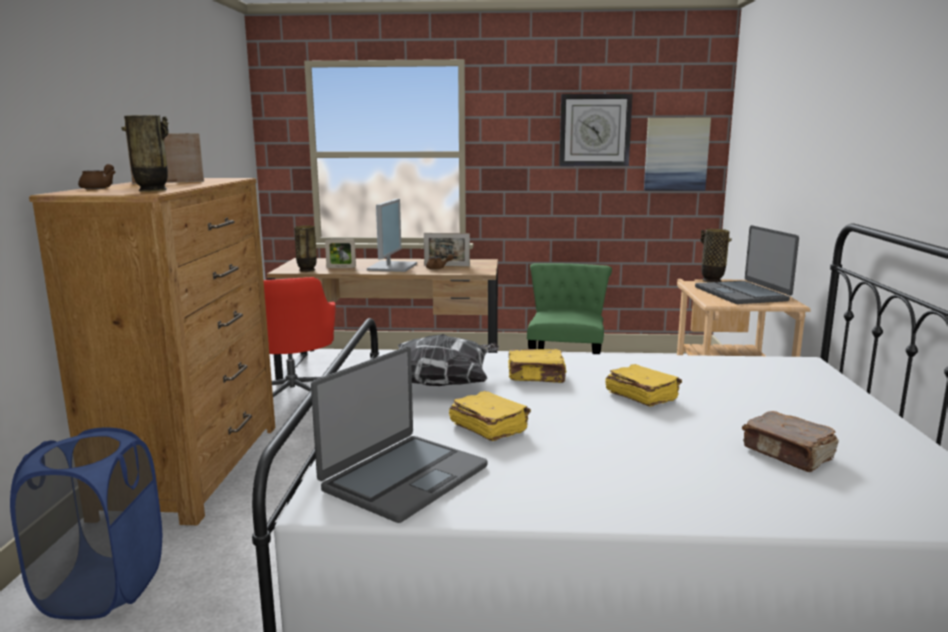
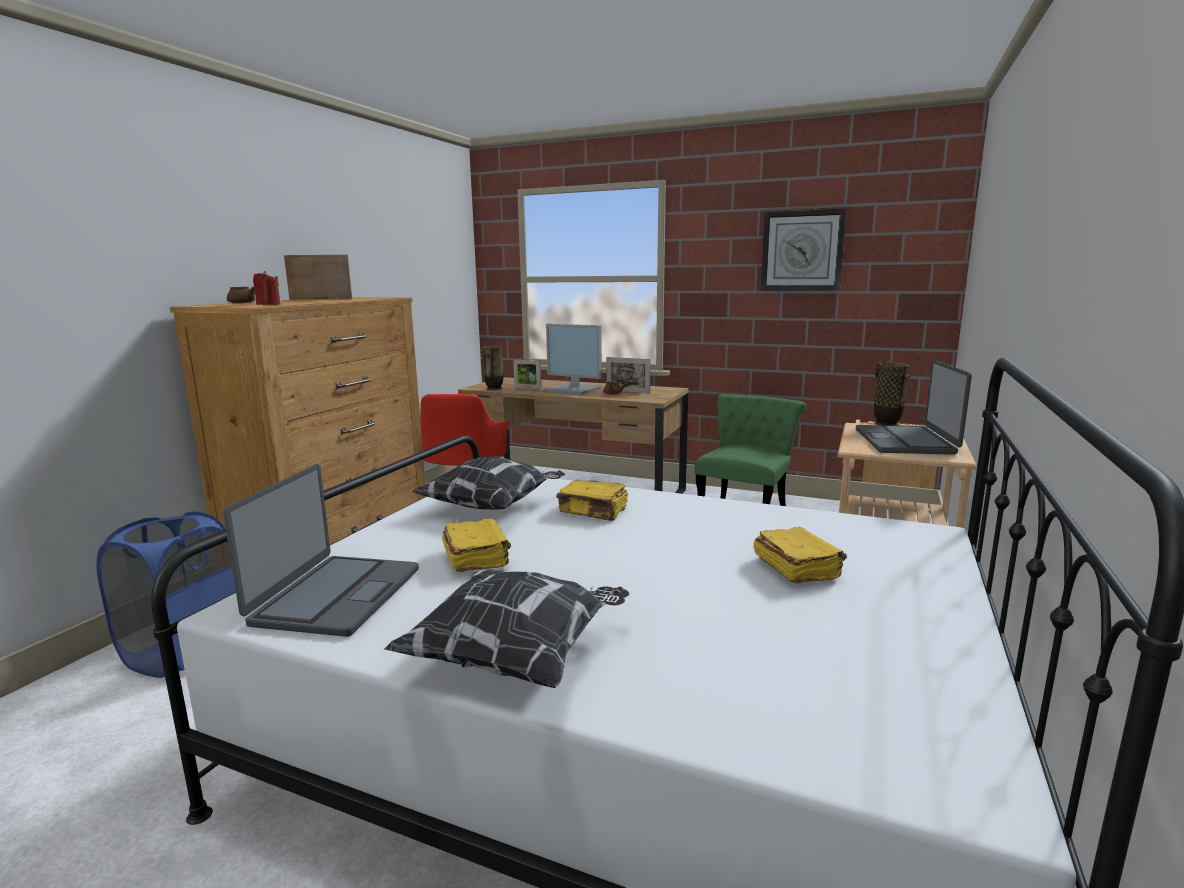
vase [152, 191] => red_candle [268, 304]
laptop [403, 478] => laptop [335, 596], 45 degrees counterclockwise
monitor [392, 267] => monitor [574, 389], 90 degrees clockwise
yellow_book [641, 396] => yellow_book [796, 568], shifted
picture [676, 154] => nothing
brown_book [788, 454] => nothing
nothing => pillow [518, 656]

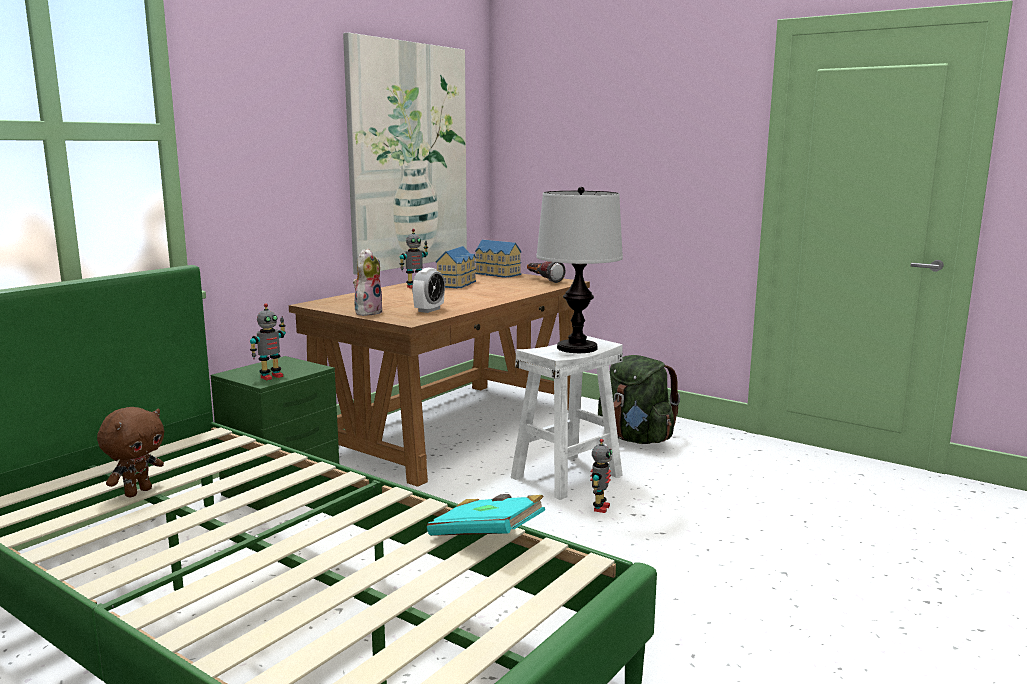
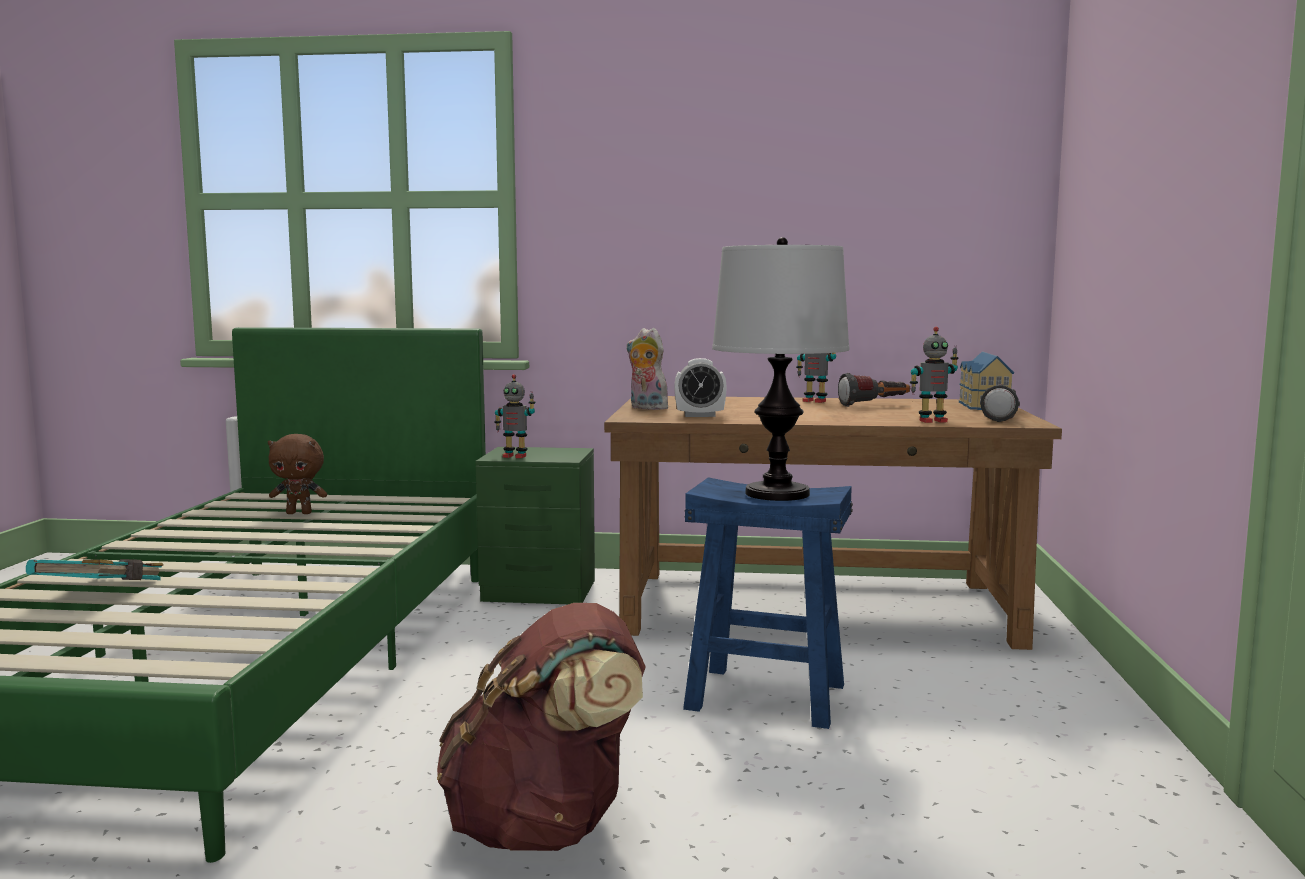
picture [409, 156] => nothing
plush_toy [367, 312] => plush_toy [646, 408], 135 degrees counterclockwise
turquoise_book [487, 536] => turquoise_book [102, 593], shifted
toy_house [458, 284] => flashlight [874, 405]
white_stool [567, 476] => blue_stool [765, 697]
toy_robot [600, 508] => toy_robot [932, 421], shifted
green_backpack [636, 439] => nothing
nothing => brown_backpack [546, 827]

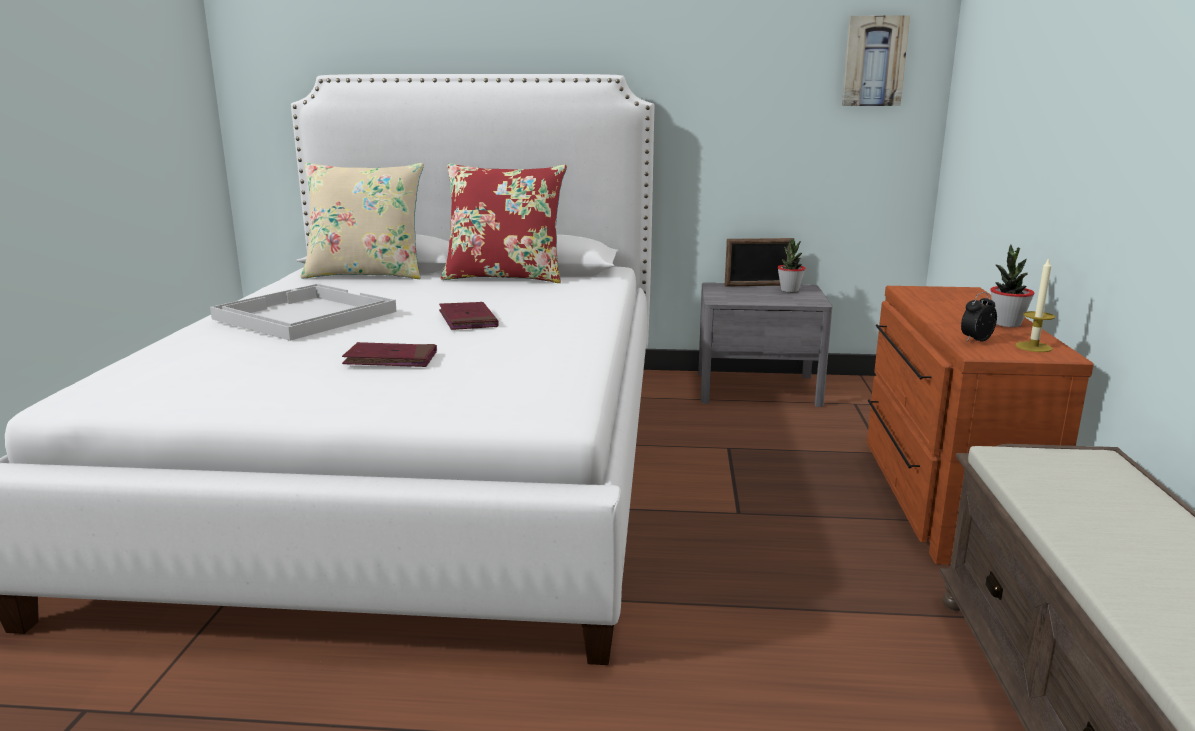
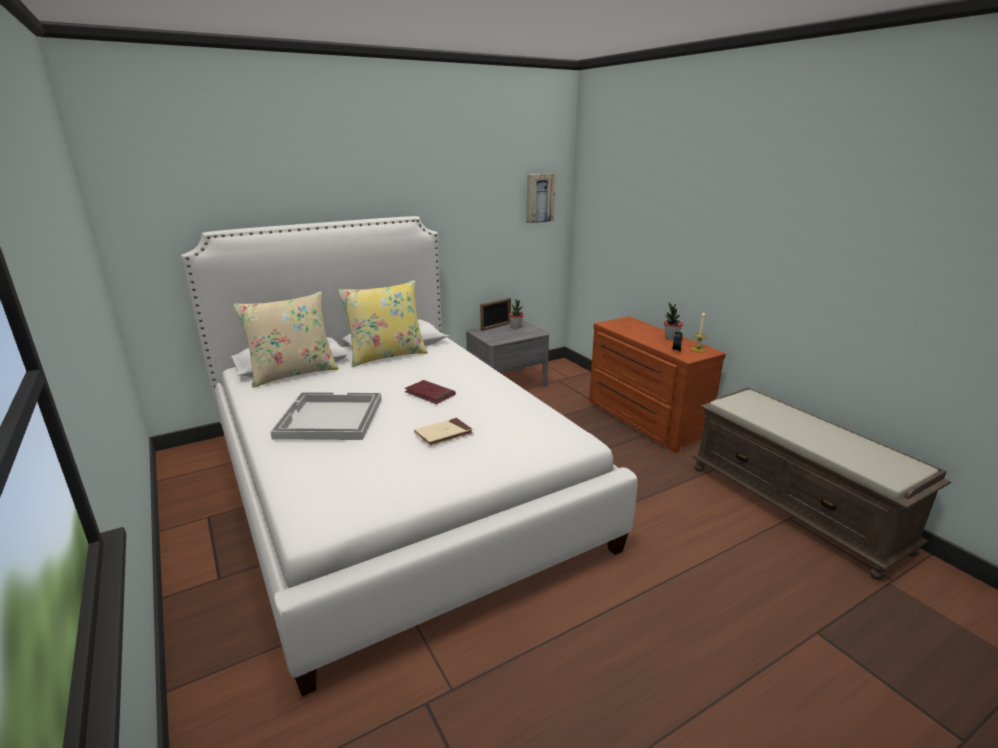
red_book [391, 359] => beige_book [443, 434]
red_pillow [505, 277] => yellow_pillow [387, 355]

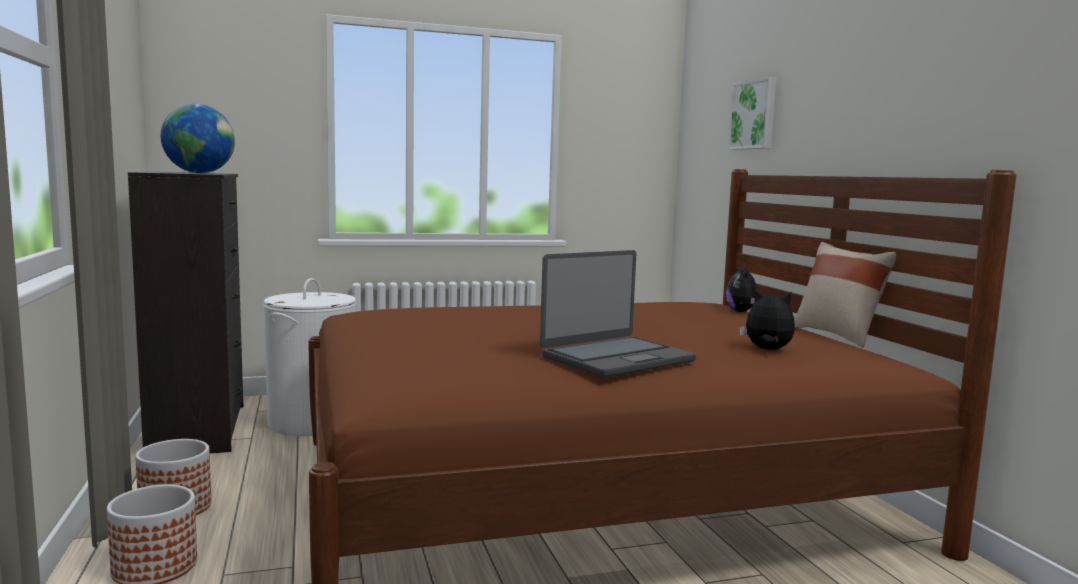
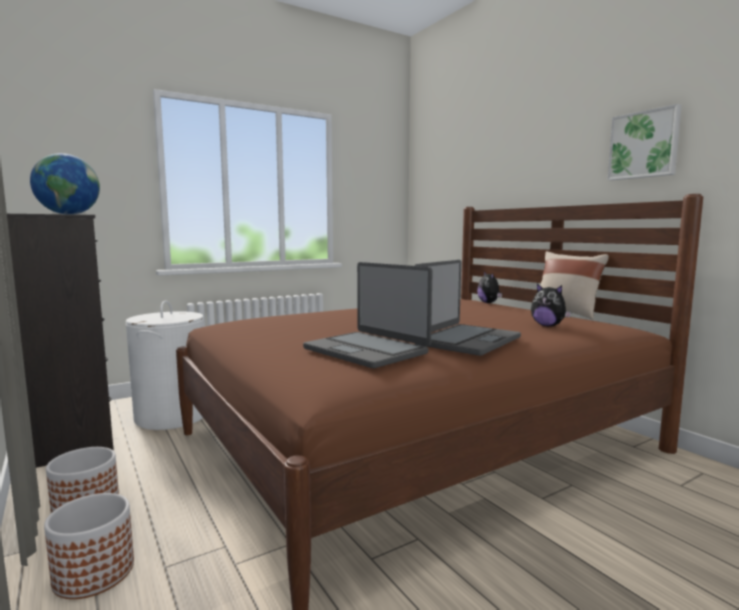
picture [754, 115] => picture [644, 145], shifted
plush_toy [767, 350] => plush_toy [548, 326], 150 degrees counterclockwise
nothing => laptop [366, 350]

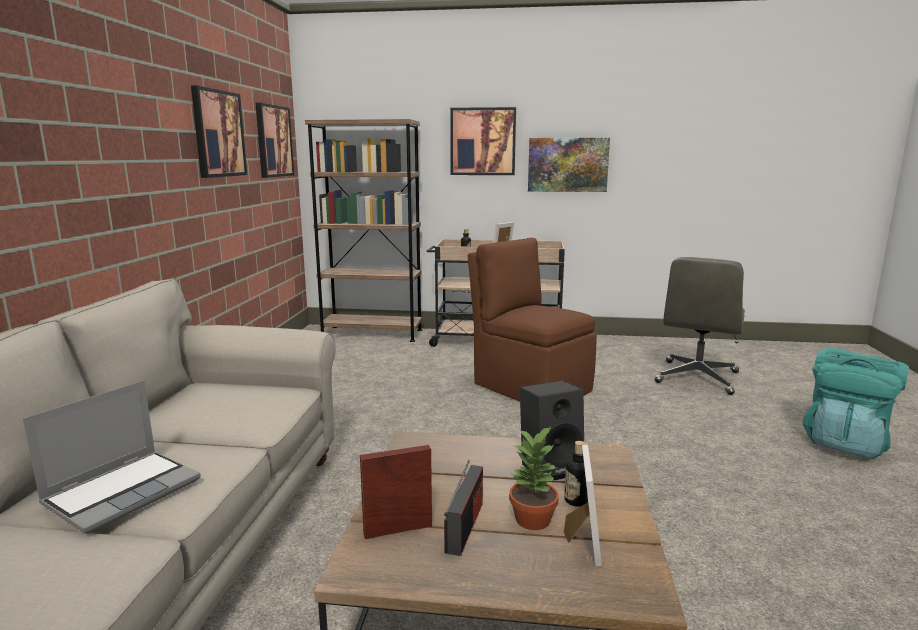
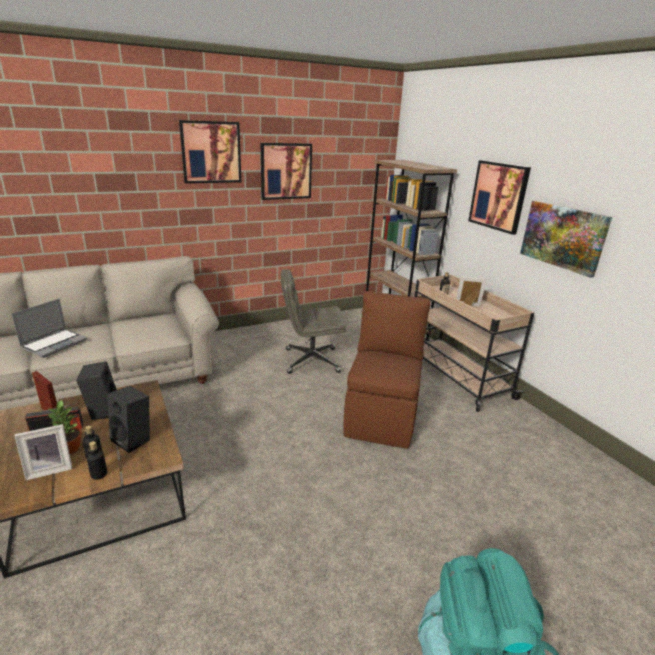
laptop [124, 491] => laptop [55, 344], 60 degrees counterclockwise
picture [273, 141] => picture [211, 152], shifted
grey_office_chair [697, 378] => grey_office_chair [311, 361], shifted
nothing => black_speaker [102, 410]
nothing => bottle [99, 474]

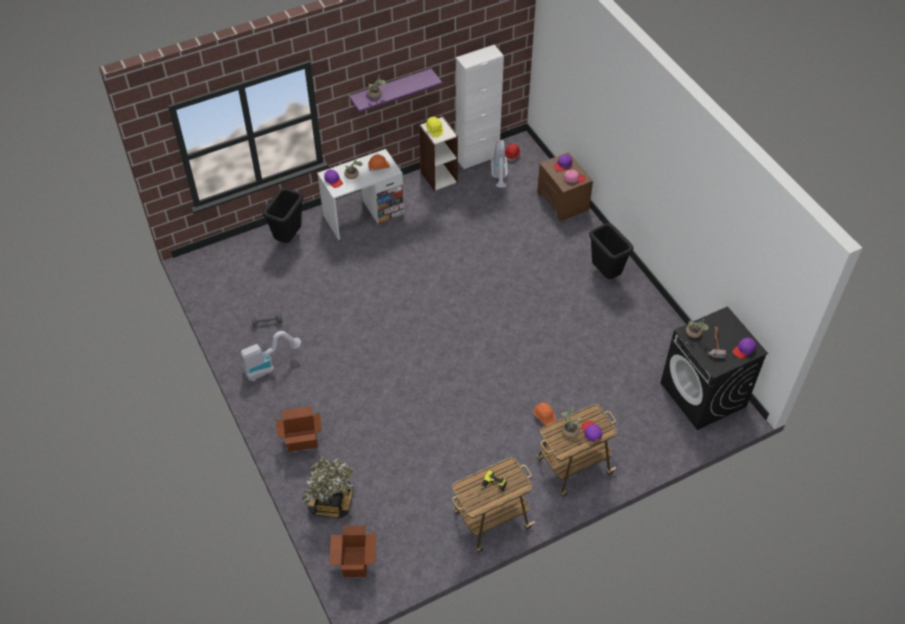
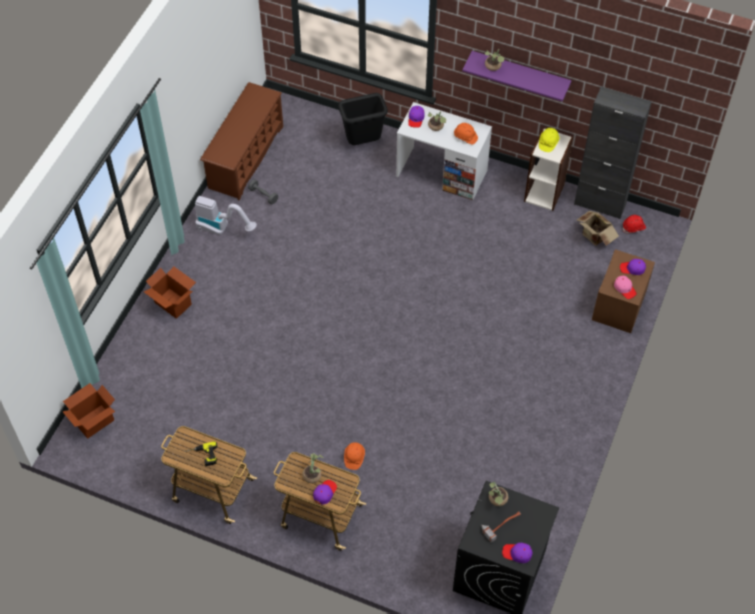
potted_plant [331, 501] => nothing
white_cabinet [477, 157] => black_cabinet [600, 204]
vacuum_cleaner [499, 177] => cardboard_box [594, 237]
black_trash_can [605, 274] => nothing
nothing => brown_shoe_rack [245, 157]

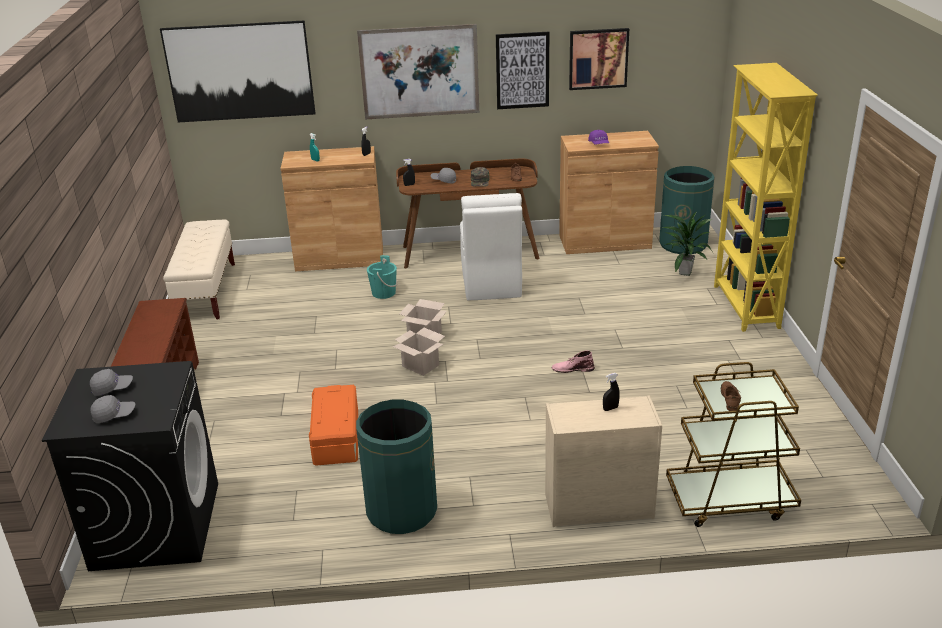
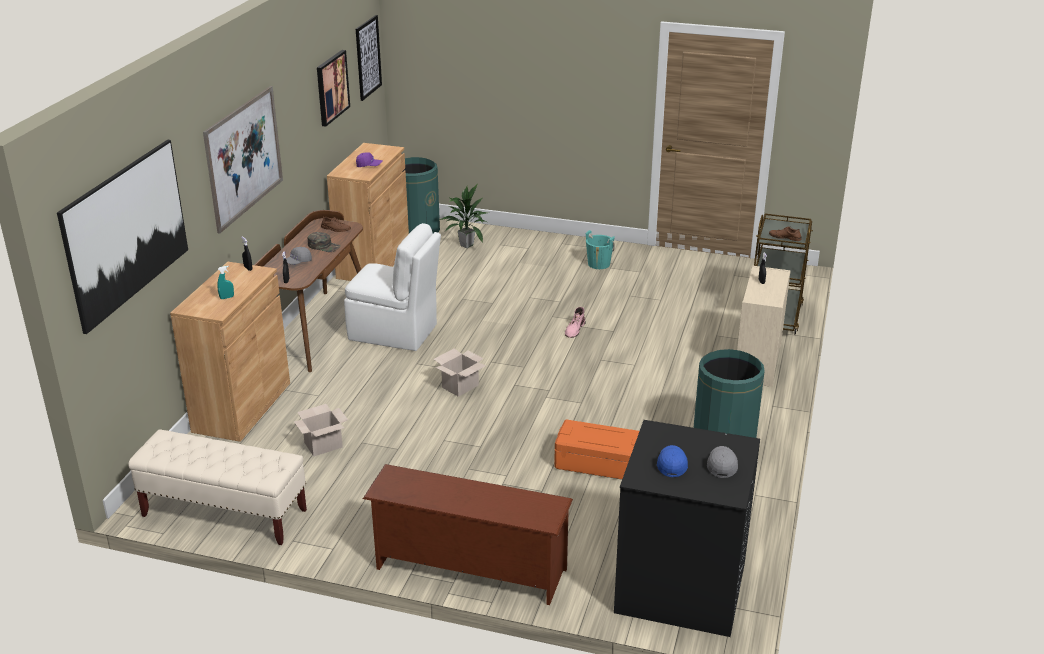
grey_cap [112, 388] => blue_cap [672, 465]
turquoise_bucket [383, 293] => turquoise_bucket [599, 264], shifted
cardboard_box [421, 366] => cardboard_box [324, 444], shifted
picture [522, 70] => picture [368, 57], shifted
yellow_bookcase [745, 307] => nothing

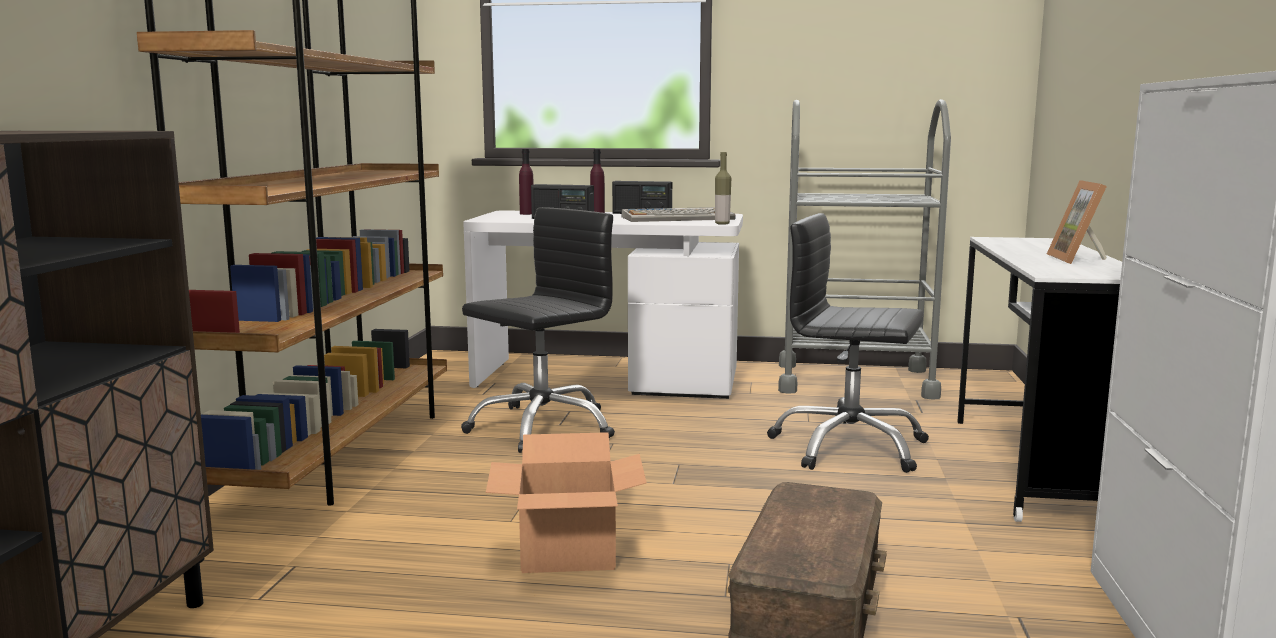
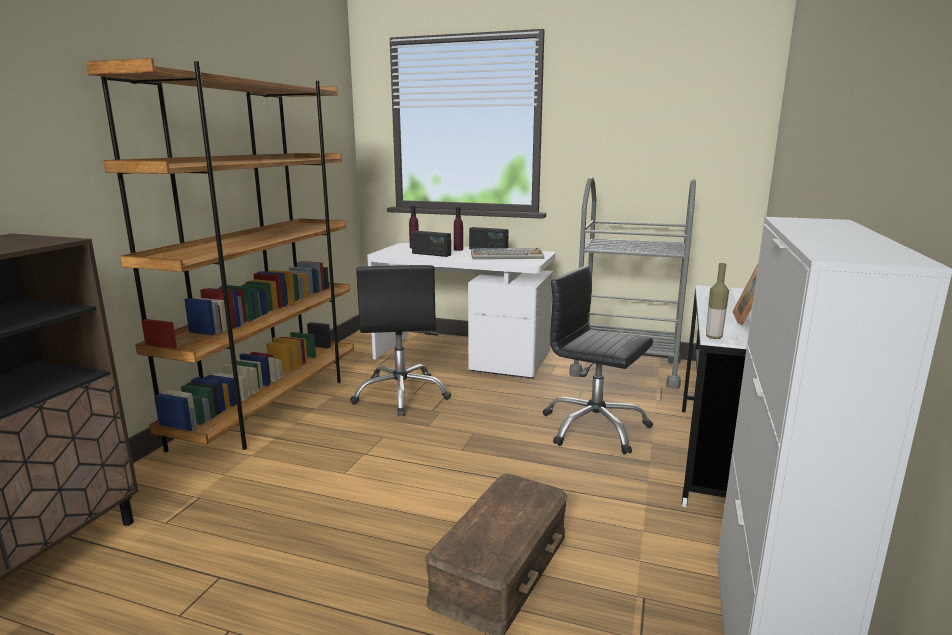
black_office_chair [541, 427] => black_office_chair [401, 395], 120 degrees clockwise
cardboard_box [569, 551] => nothing
bottle [722, 224] => bottle [713, 337], shifted

